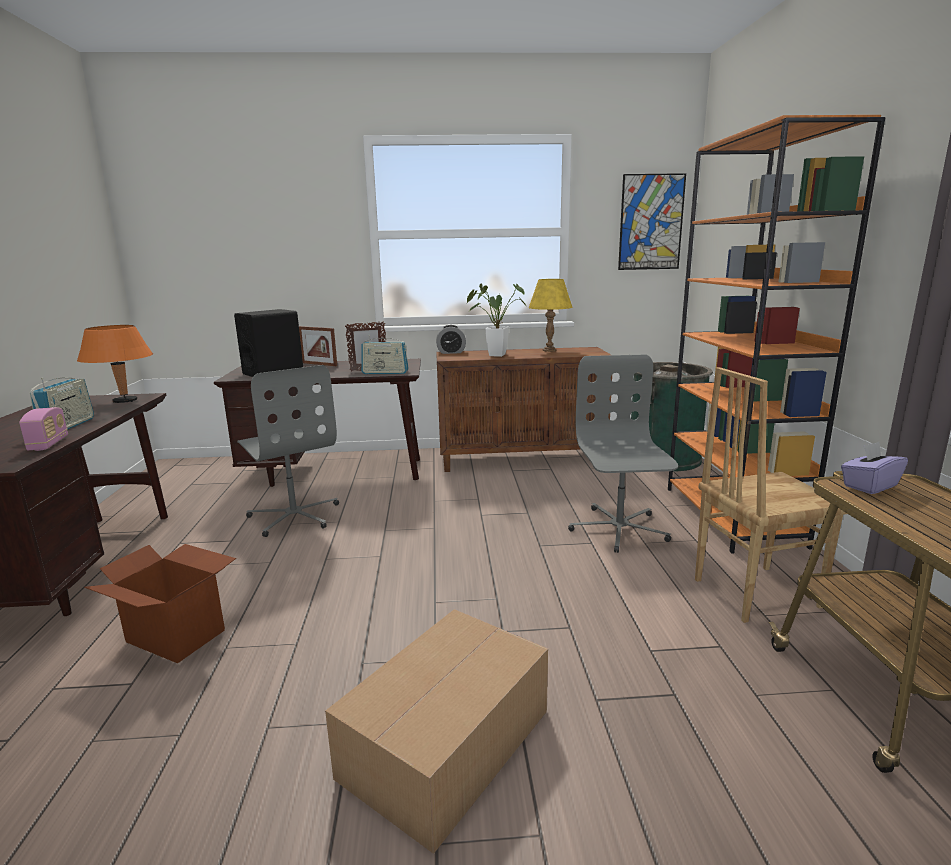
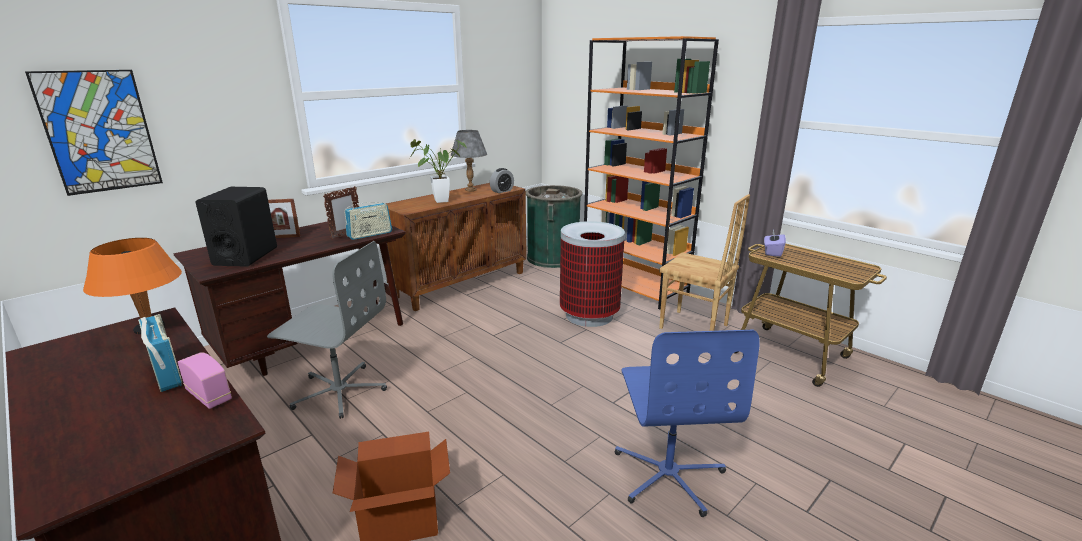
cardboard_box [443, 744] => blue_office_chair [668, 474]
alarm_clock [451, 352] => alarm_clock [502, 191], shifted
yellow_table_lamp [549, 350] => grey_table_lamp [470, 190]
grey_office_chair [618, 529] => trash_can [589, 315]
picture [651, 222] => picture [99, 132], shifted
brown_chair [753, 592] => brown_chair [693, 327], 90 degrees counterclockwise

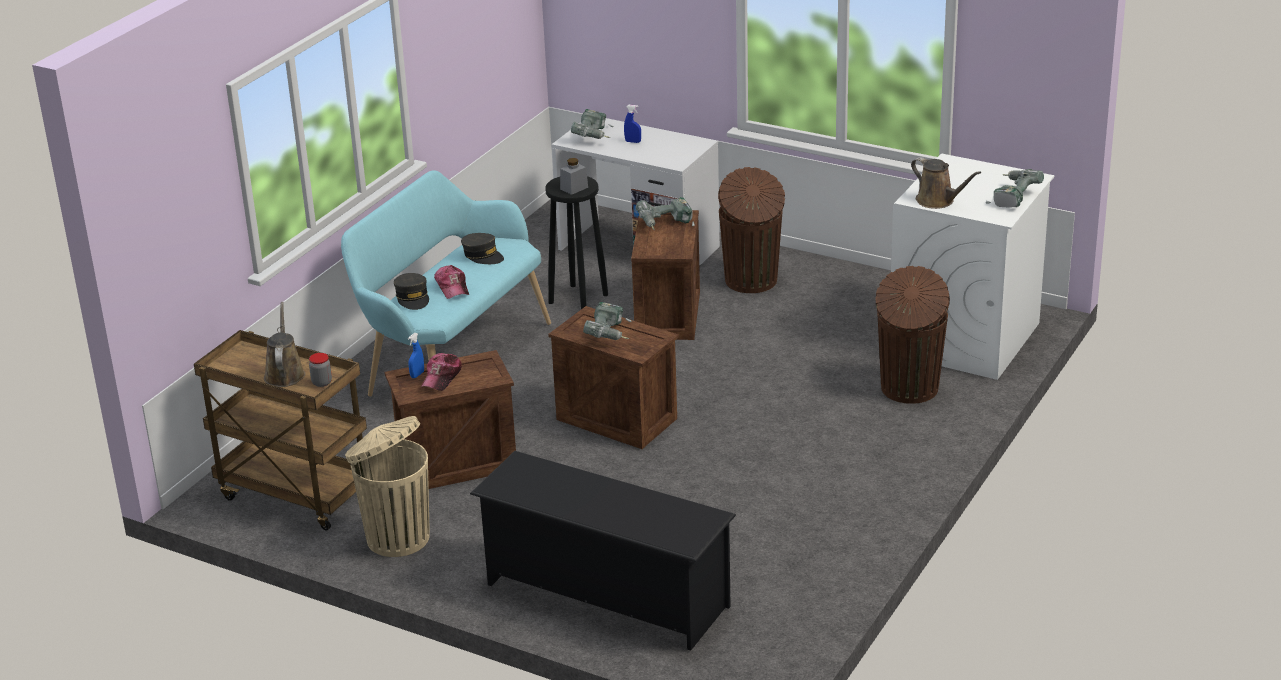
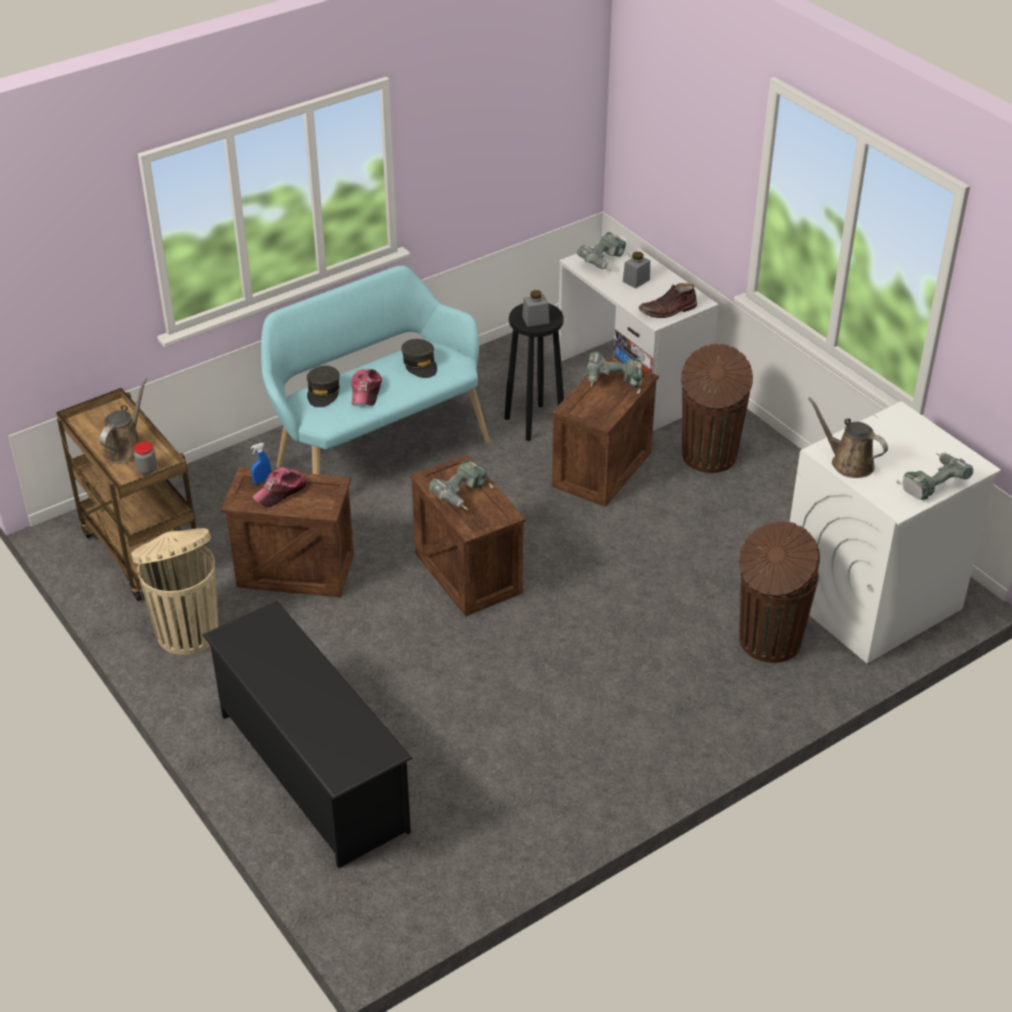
blue_spray_bottle [633, 141] => grey_jar [636, 280]
brown_watering_can [938, 201] => brown_watering_can [848, 462], 150 degrees clockwise
nothing => brown_boot [668, 310]

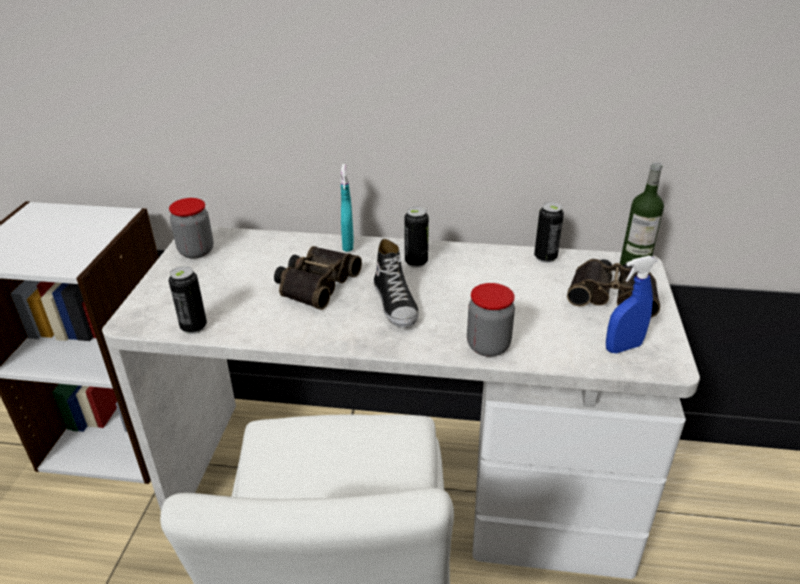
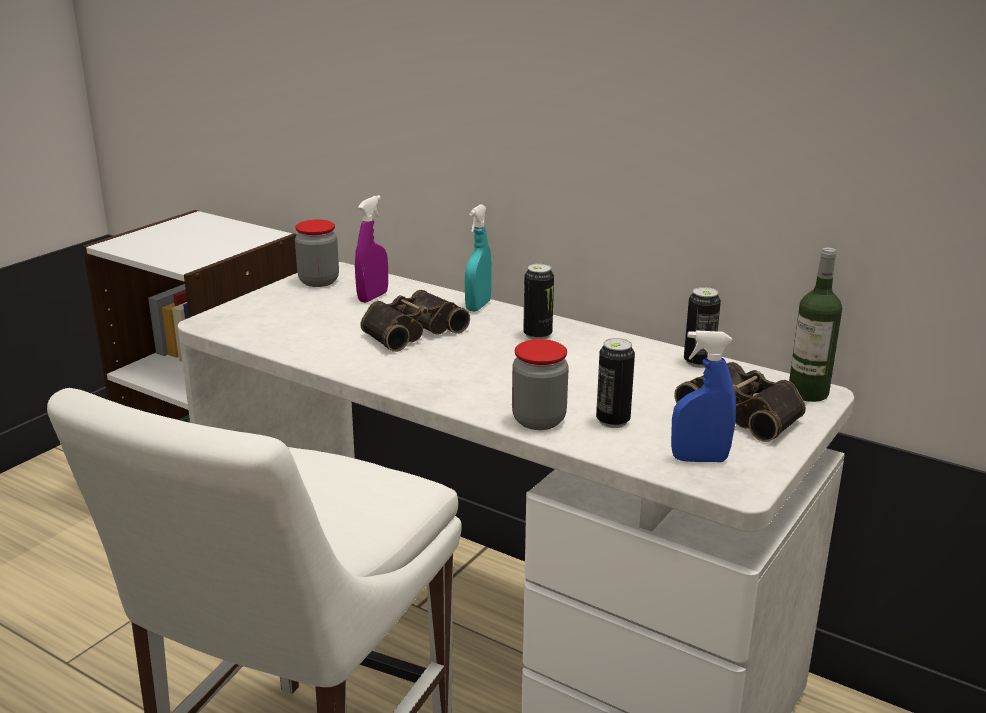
can [194, 327] => can [613, 421], shifted
shoe [396, 303] => nothing
nothing => purple_spray_bottle [373, 297]

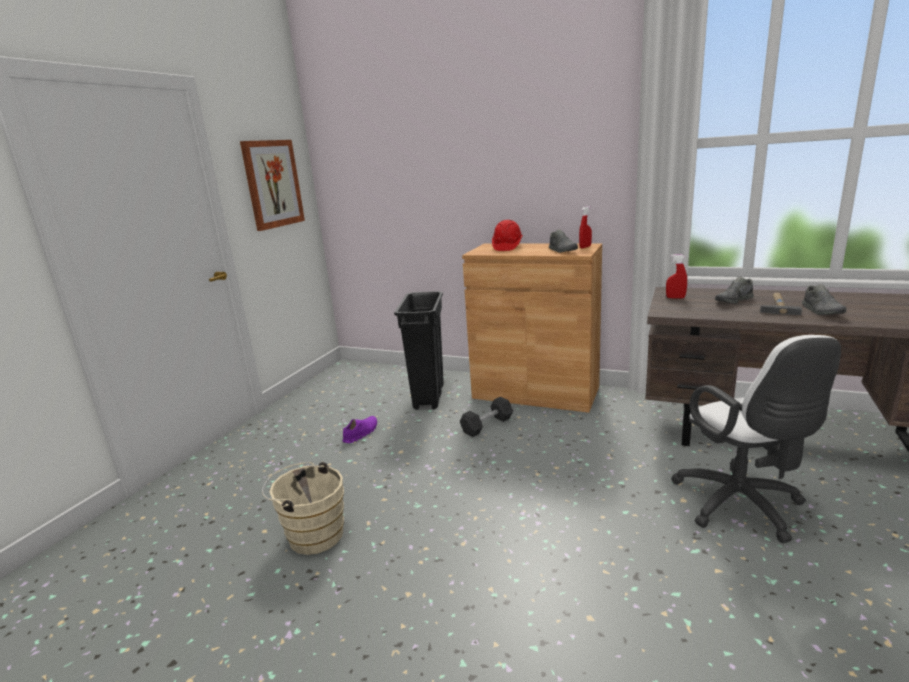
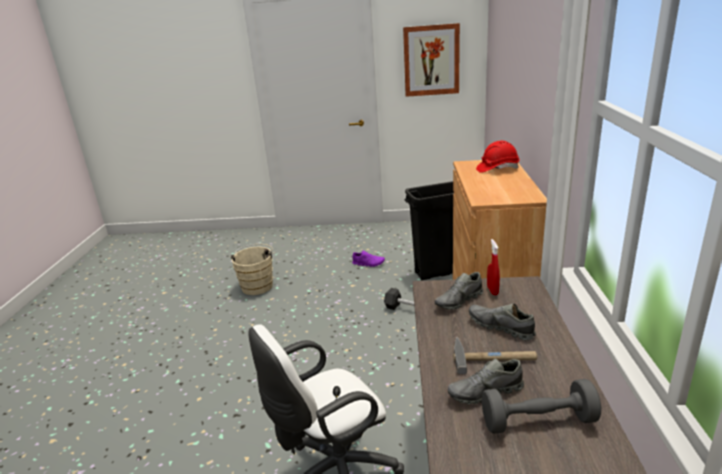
grey_shoe [562, 250] => grey_shoe [459, 301], shifted
red_spray_bottle [585, 247] => nothing
nothing => grey_dumbbell [538, 421]

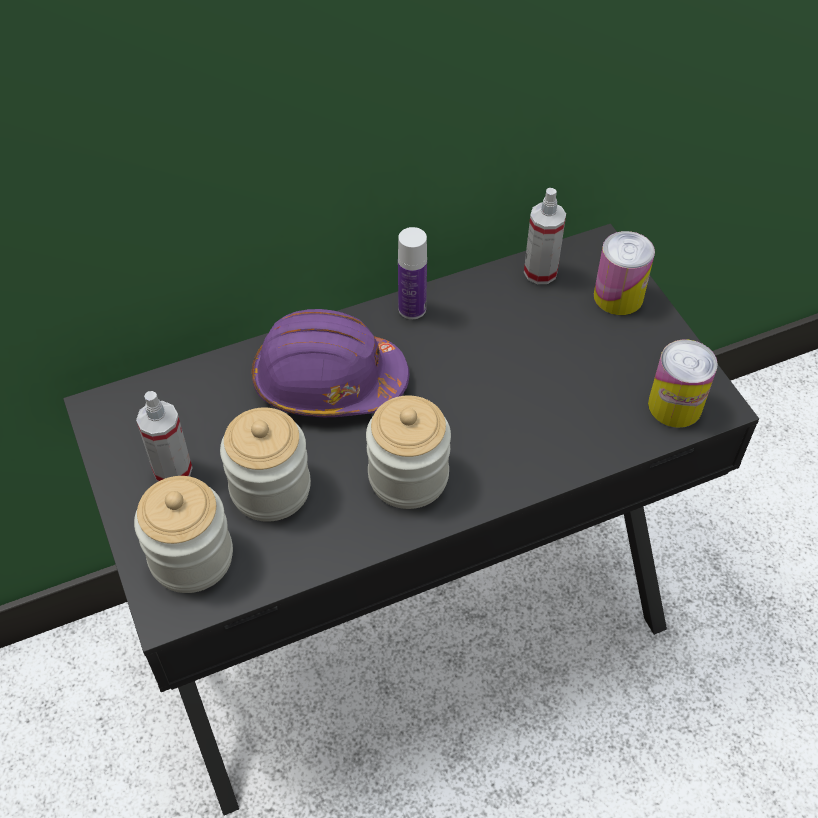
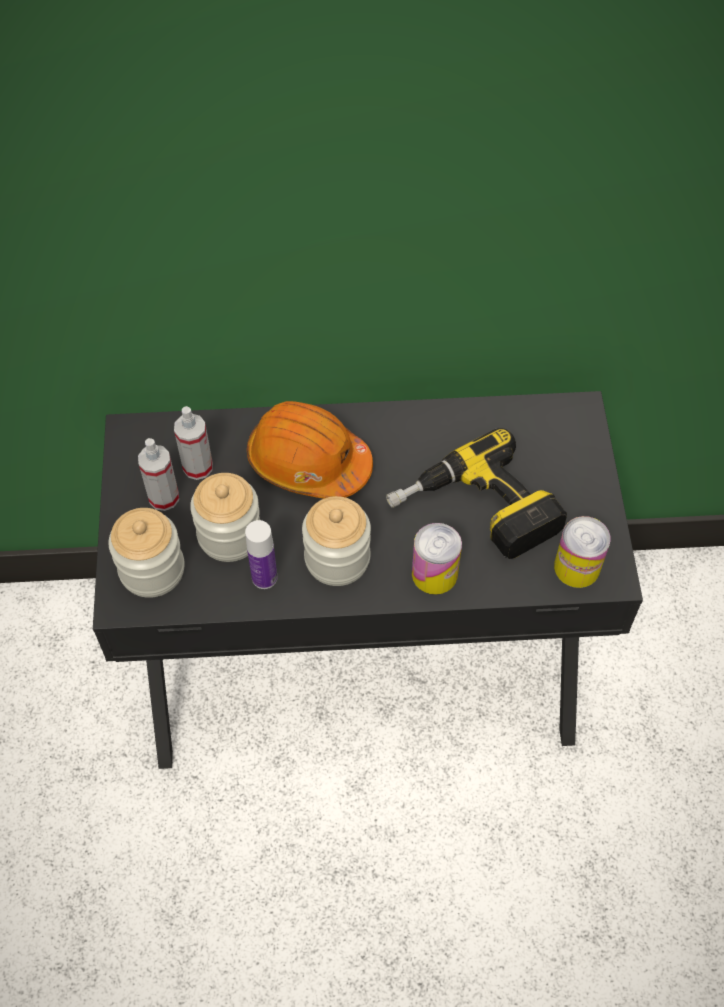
purple_hard_hat [328, 382] => orange_hard_hat [308, 462]
bottle [412, 309] => bottle [264, 577], shifted
spray_bottle [540, 272] => spray_bottle [198, 467], shifted
can [618, 296] => can [434, 574], shifted
nothing => power_drill [475, 514]

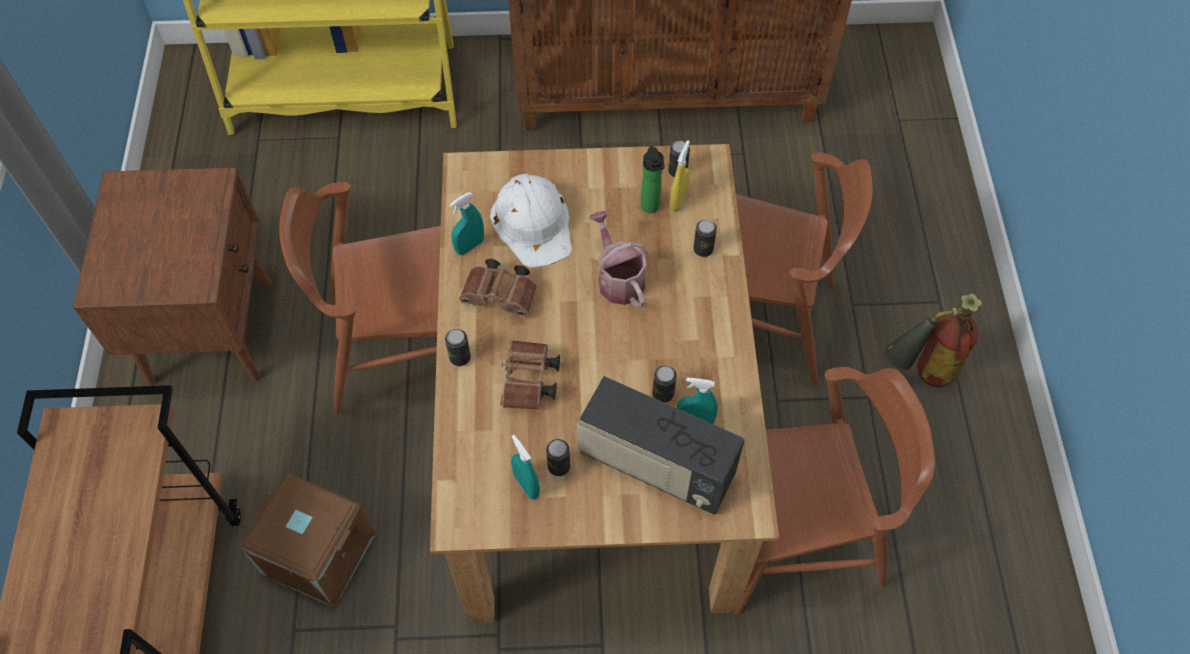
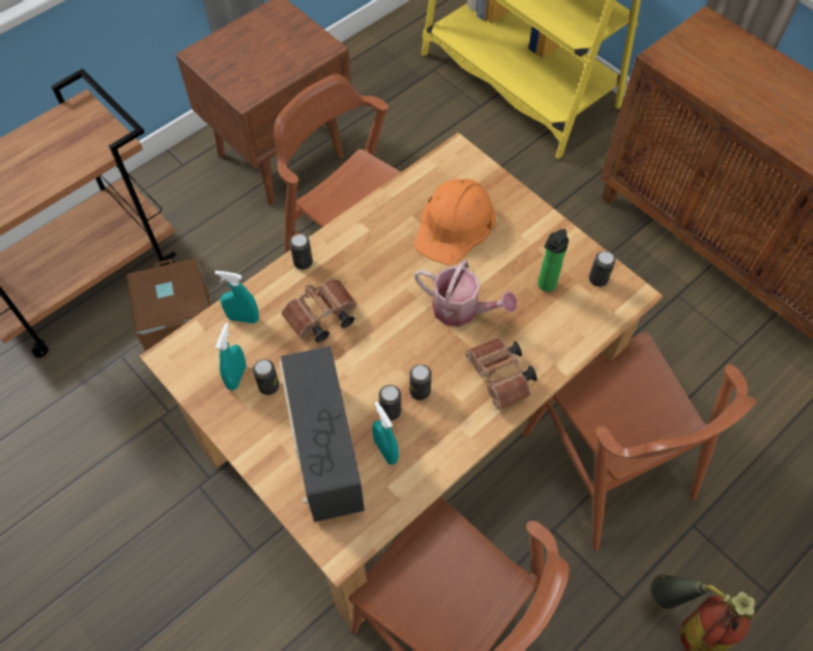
turquoise_spray_bottle [469, 246] => turquoise_spray_bottle [243, 318], shifted
brown_binoculars [502, 296] => brown_binoculars [501, 379], shifted
white_hard_hat [533, 223] => orange_hard_hat [455, 224]
watering_can [618, 278] => watering_can [461, 310], 90 degrees clockwise
yellow_spray_bottle [678, 201] => nothing
can [703, 249] => can [420, 391], shifted

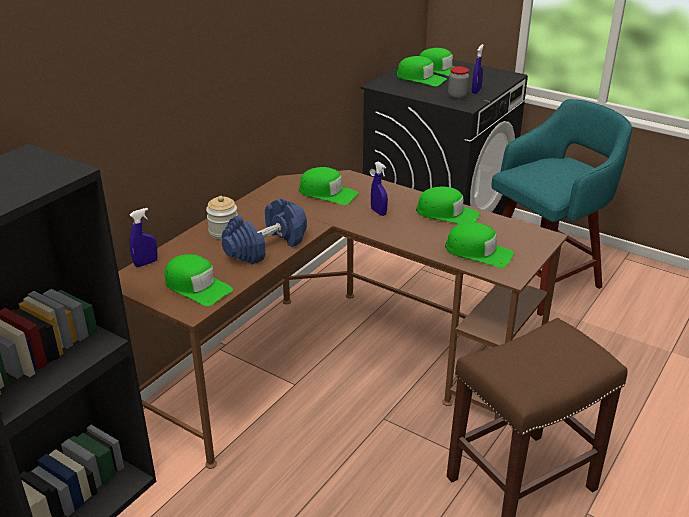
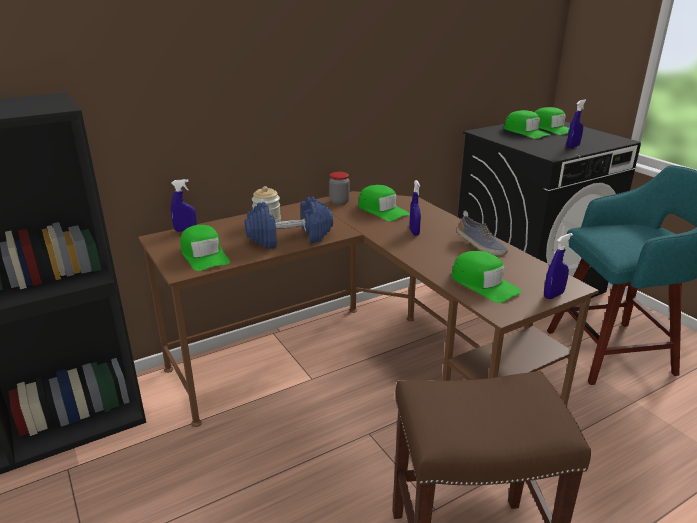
green_cap [447, 214] => shoe [480, 246]
jar [457, 96] => jar [339, 202], shifted
nothing => blue_spray_bottle [553, 295]

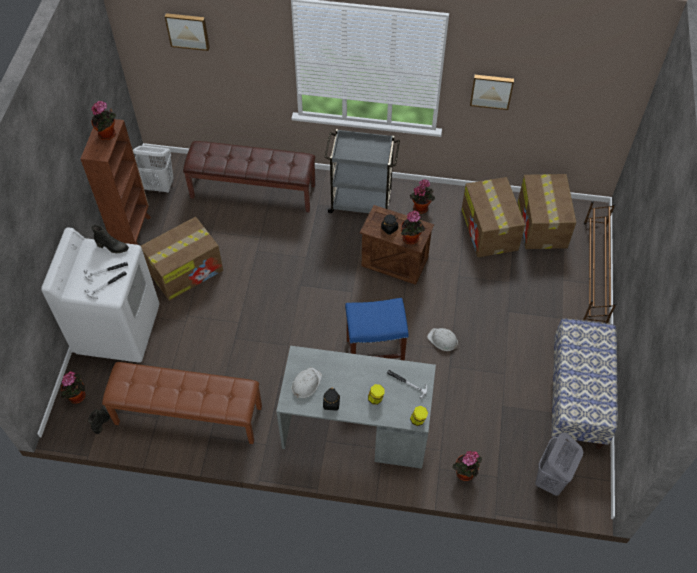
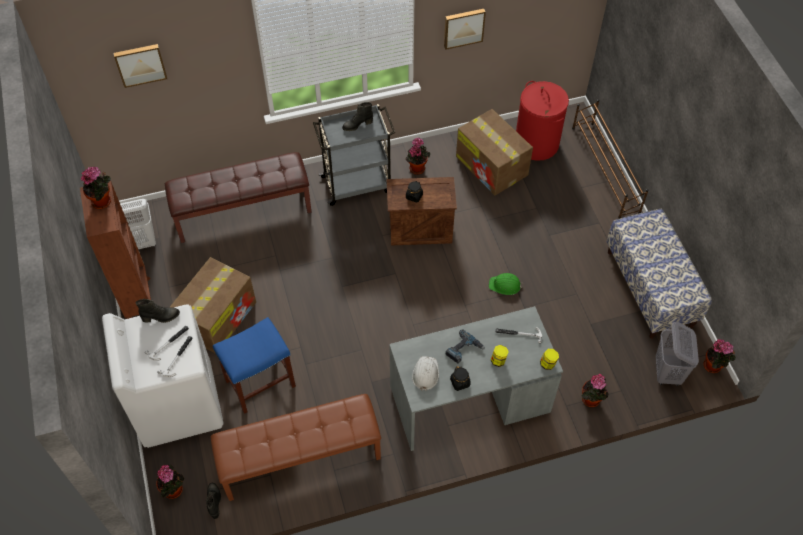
blue_stool [375, 352] => blue_stool [261, 382], shifted
potted_plant [411, 239] => potted_plant [714, 366], shifted
white_hard_hat [443, 340] => green_hard_hat [505, 285]
cardboard_box [542, 225] => red_laundry_basket [536, 144]
nothing => black_boot [357, 125]
nothing => power_drill [464, 350]

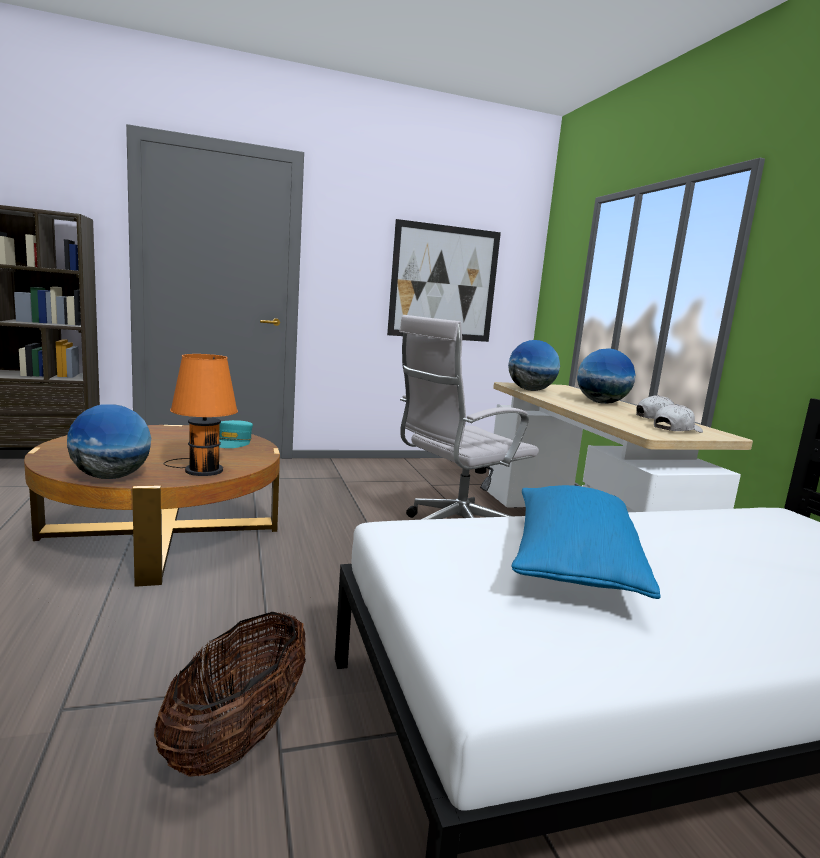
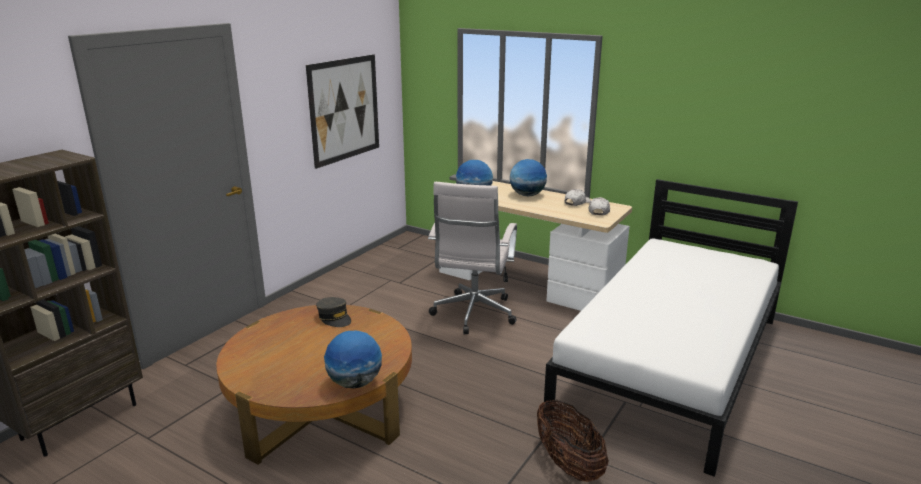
orange_table_lamp [201, 469] => nothing
turquoise_cap [233, 442] => grey_cap [334, 318]
blue_pillow [572, 563] => nothing

